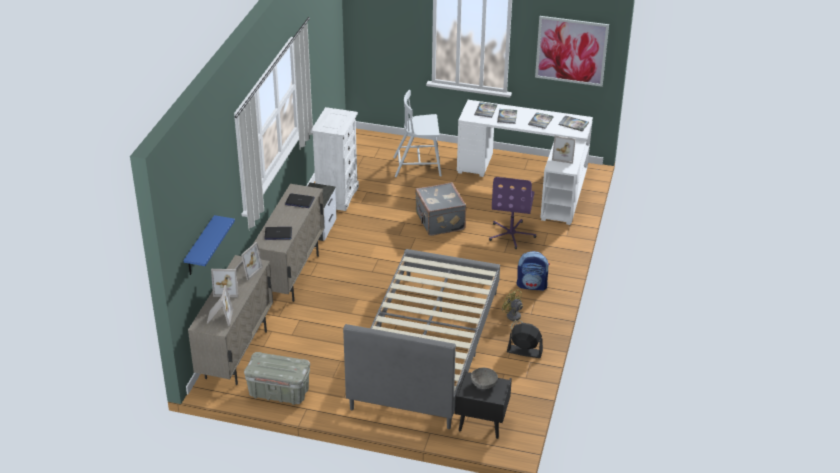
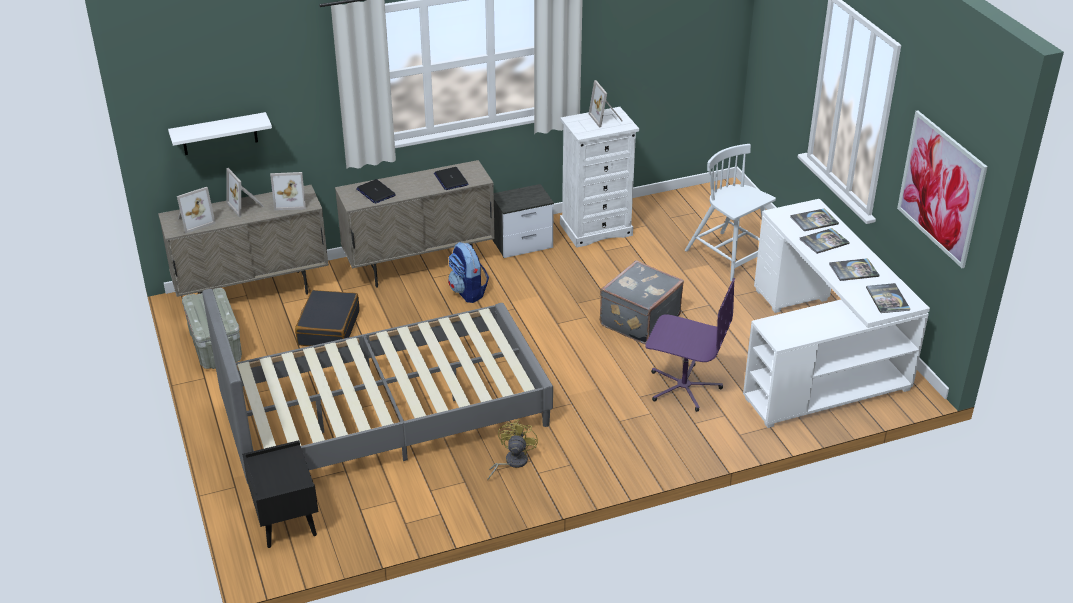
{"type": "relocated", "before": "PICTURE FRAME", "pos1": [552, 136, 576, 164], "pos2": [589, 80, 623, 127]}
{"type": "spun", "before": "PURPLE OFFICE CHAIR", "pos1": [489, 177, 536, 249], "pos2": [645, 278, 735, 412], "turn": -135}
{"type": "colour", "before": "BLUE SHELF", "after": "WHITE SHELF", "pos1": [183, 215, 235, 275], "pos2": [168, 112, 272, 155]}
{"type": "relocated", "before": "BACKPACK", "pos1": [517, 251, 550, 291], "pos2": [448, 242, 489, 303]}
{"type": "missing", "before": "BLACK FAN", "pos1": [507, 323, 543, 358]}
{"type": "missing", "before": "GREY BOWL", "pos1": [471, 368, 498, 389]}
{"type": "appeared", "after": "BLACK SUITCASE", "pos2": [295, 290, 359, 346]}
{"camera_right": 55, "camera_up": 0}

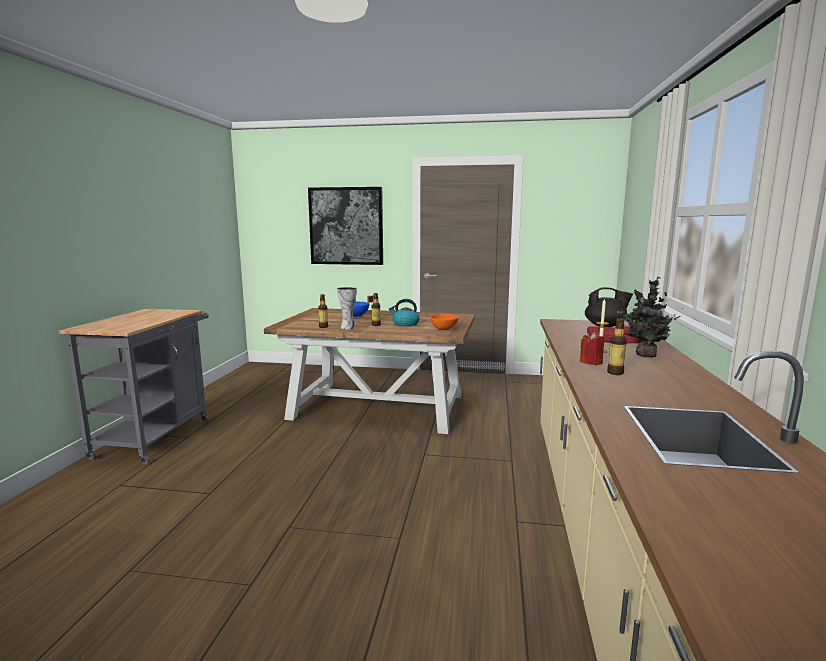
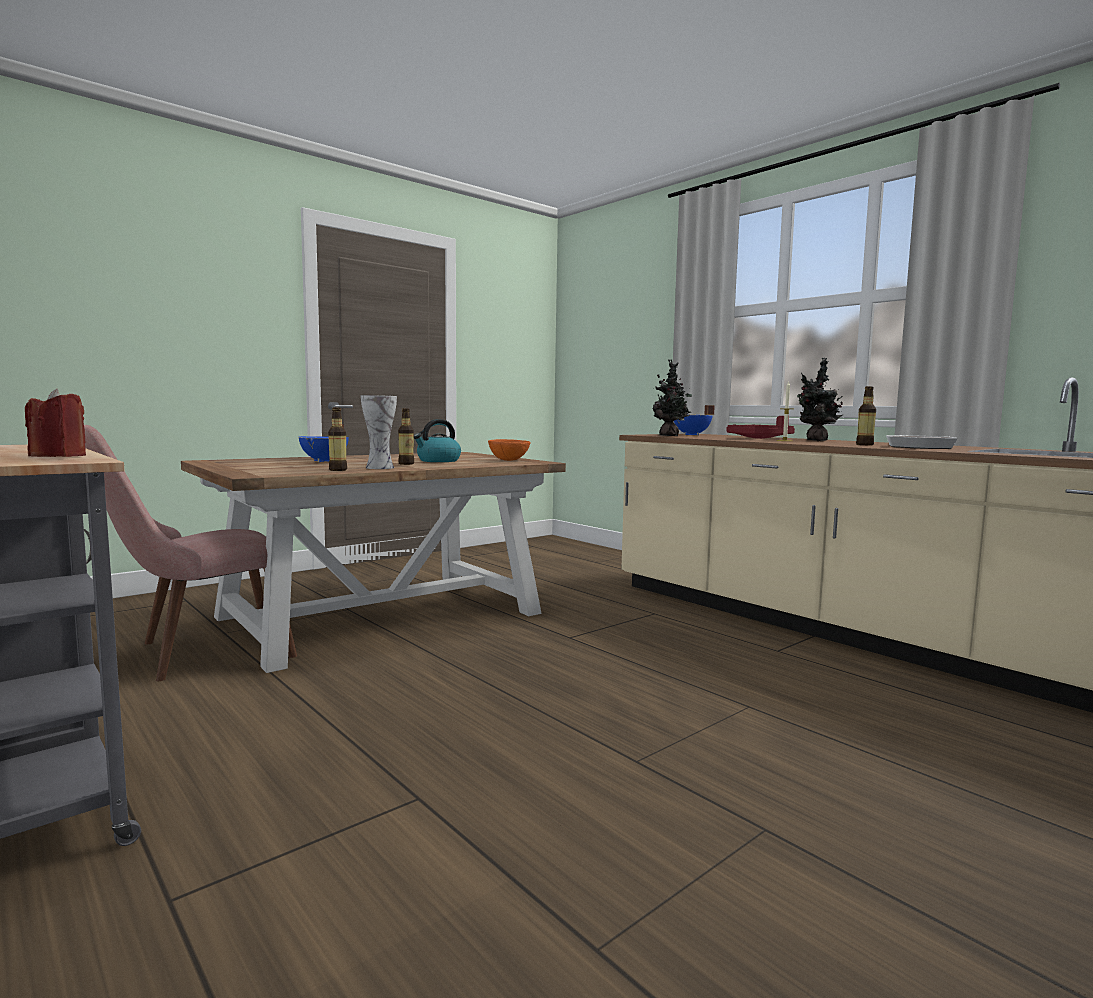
{"type": "missing", "before": "PICTURE", "pos1": [308, 187, 383, 265]}
{"type": "exchanged", "before": "BLACK TEAPOT", "after": "BLUE COOKING POT", "pos1": [585, 287, 633, 327], "pos2": [674, 405, 715, 435]}
{"type": "relocated", "before": "RED CANDLE", "pos1": [580, 332, 605, 365], "pos2": [25, 389, 86, 457]}
{"type": "appeared", "after": "POTTED PLANT", "pos2": [653, 360, 692, 436]}
{"type": "appeared", "after": "PINK CHAIR", "pos2": [84, 425, 297, 681]}
{"type": "appeared", "after": "FRYING PAN", "pos2": [886, 435, 957, 449]}
{"camera_right": -50, "camera_up": -5}

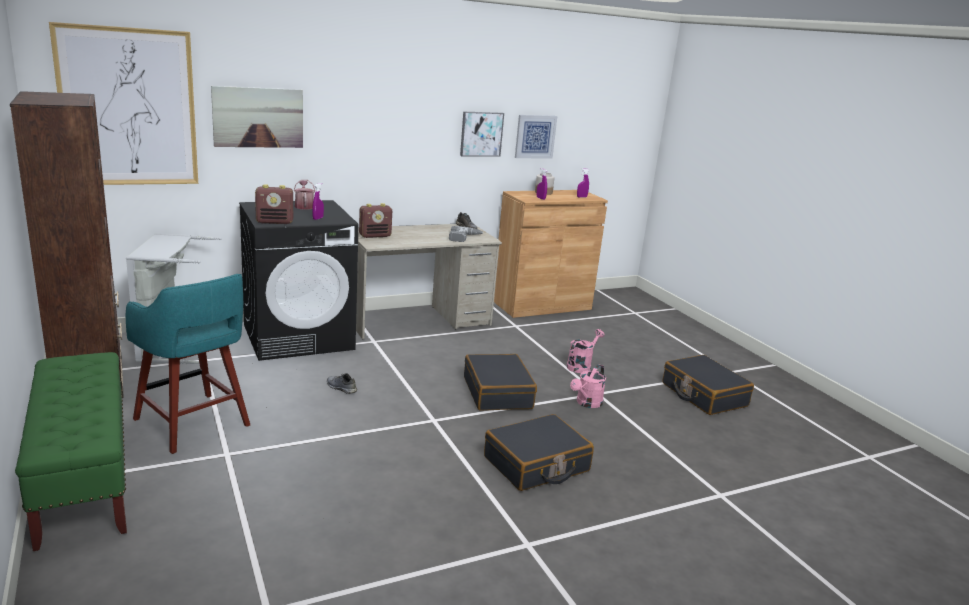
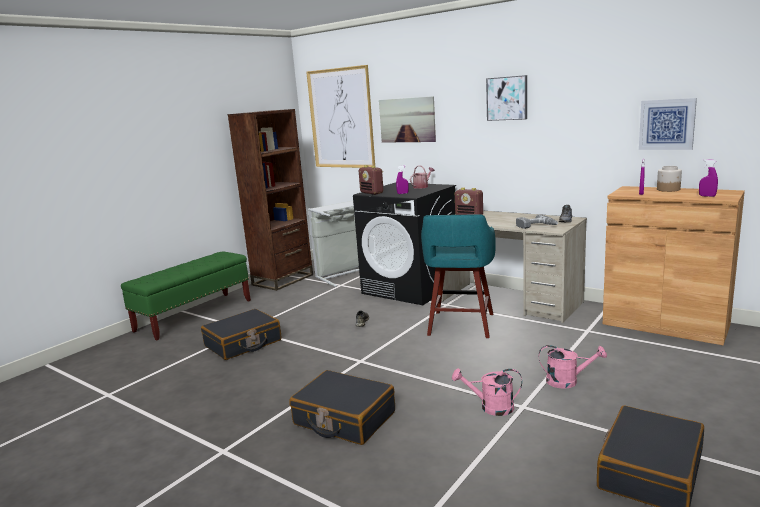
{"type": "relocated", "before": "PICTURE", "pos1": [460, 112, 504, 157], "pos2": [486, 75, 527, 121]}
{"type": "relocated", "before": "TURQUOISE STOOL", "pos1": [126, 274, 250, 454], "pos2": [421, 214, 496, 338]}
{"type": "relocated", "before": "BLACK SUITCASE", "pos1": [464, 354, 537, 410], "pos2": [201, 309, 282, 360]}
{"camera_right": 65, "camera_up": -5}

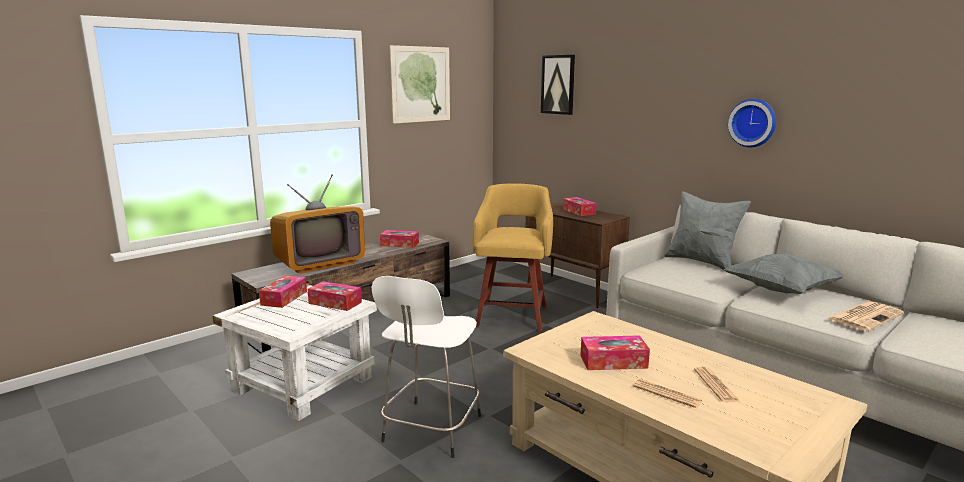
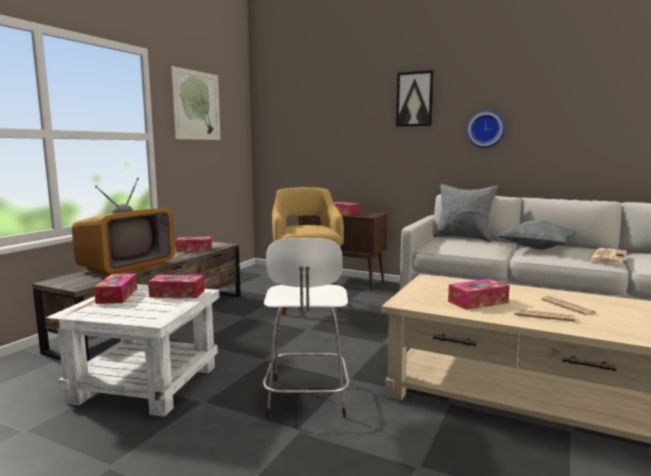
{"type": "relocated", "before": "PICTURE", "pos1": [541, 55, 575, 115], "pos2": [396, 70, 434, 127]}
{"camera_right": -20, "camera_up": -5}

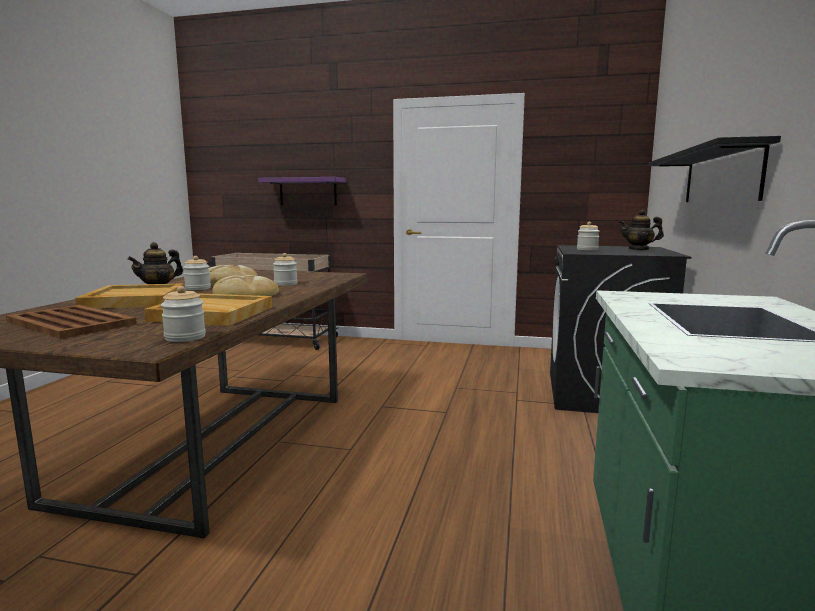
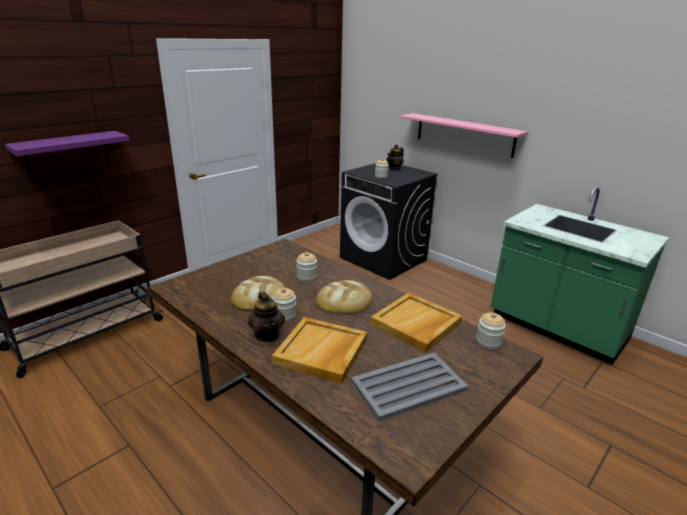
{"type": "colour", "before": "BLACK SHELF", "after": "PINK SHELF", "pos1": [648, 136, 781, 202], "pos2": [400, 113, 528, 158]}
{"type": "colour", "before": "BROWN TRAY", "after": "GREY TRAY", "pos1": [6, 305, 137, 339], "pos2": [351, 353, 468, 421]}
{"camera_right": -60, "camera_up": 15}

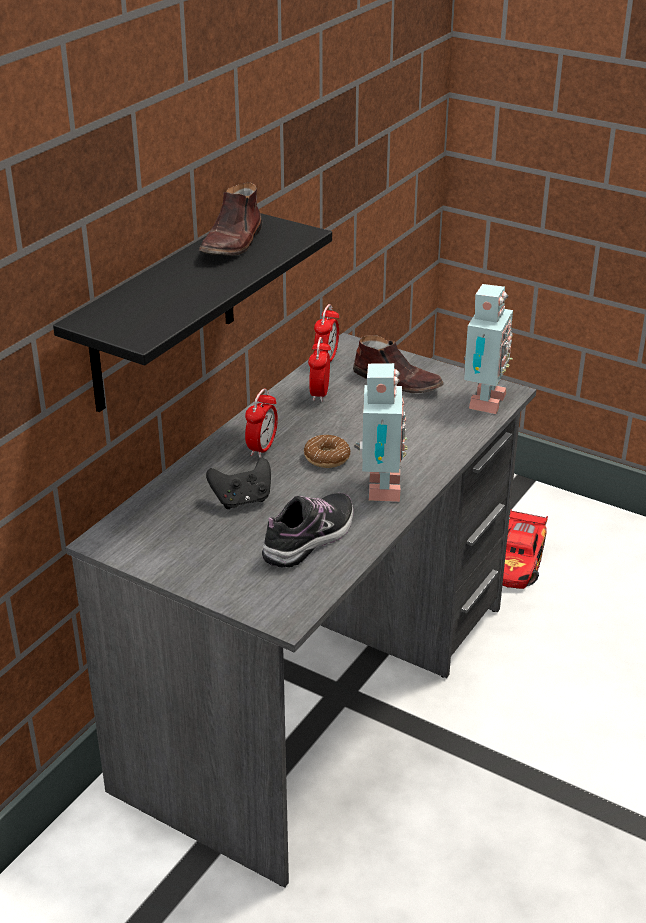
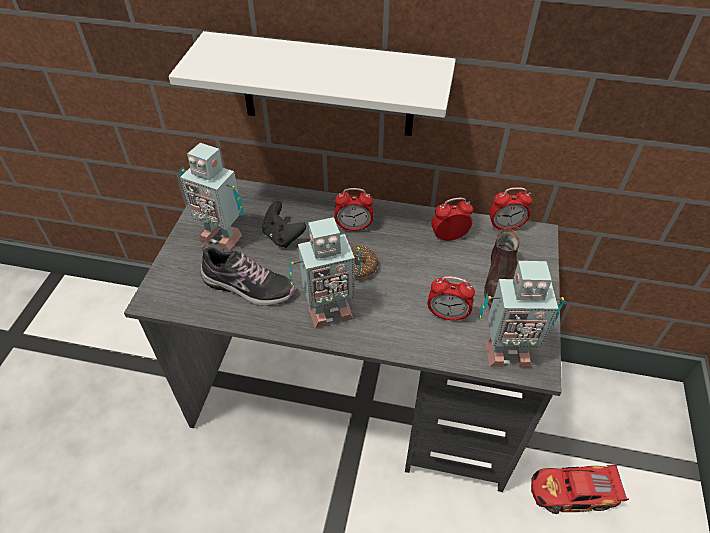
{"type": "missing", "before": "BROWN SHOE", "pos1": [198, 182, 262, 256]}
{"type": "colour", "before": "BLACK SHELF", "after": "WHITE SHELF", "pos1": [53, 213, 332, 412], "pos2": [169, 31, 456, 136]}
{"type": "appeared", "after": "TOY ROBOT", "pos2": [179, 143, 243, 251]}
{"type": "appeared", "after": "ALARM CLOCK", "pos2": [427, 276, 475, 321]}
{"camera_right": 70, "camera_up": 15}

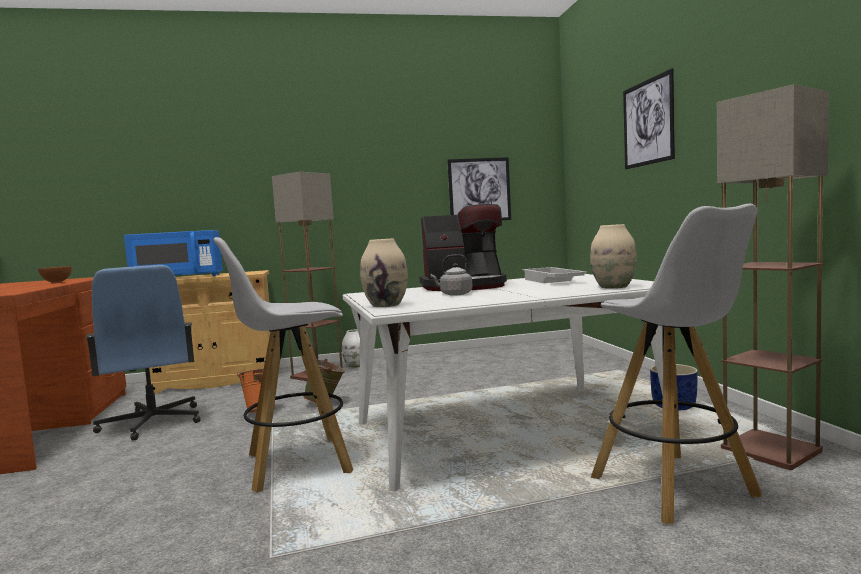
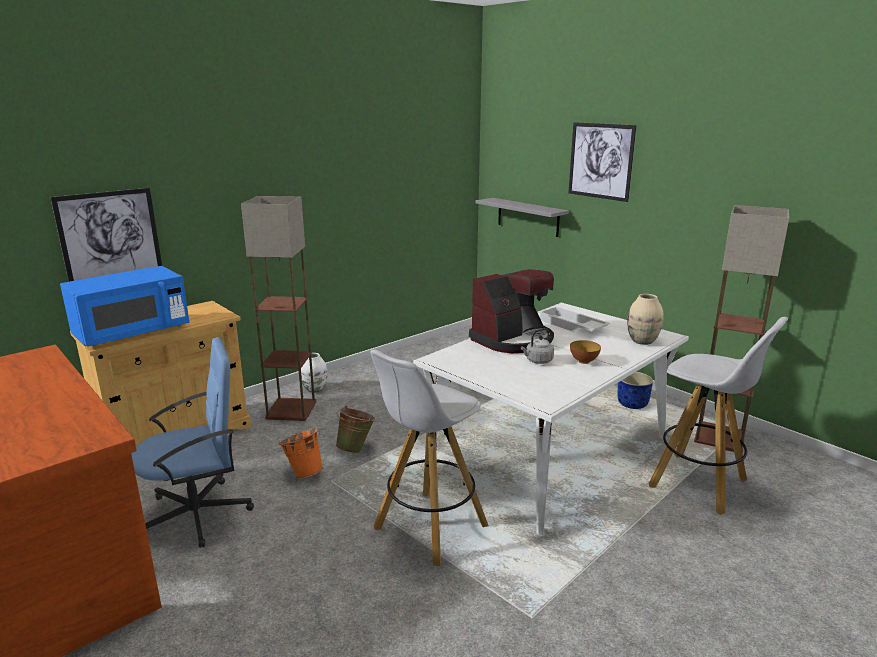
{"type": "relocated", "before": "PICTURE", "pos1": [447, 157, 511, 220], "pos2": [51, 188, 162, 282]}
{"type": "missing", "before": "BEIGE VASE", "pos1": [360, 239, 408, 307]}
{"type": "spun", "before": "BLUE OFFICE CHAIR", "pos1": [85, 265, 201, 440], "pos2": [131, 337, 254, 548], "turn": -60}
{"type": "relocated", "before": "BOWL", "pos1": [38, 266, 72, 284], "pos2": [570, 340, 601, 364]}
{"type": "appeared", "after": "GREY SHELF", "pos2": [476, 198, 569, 237]}
{"camera_right": -30, "camera_up": 15}

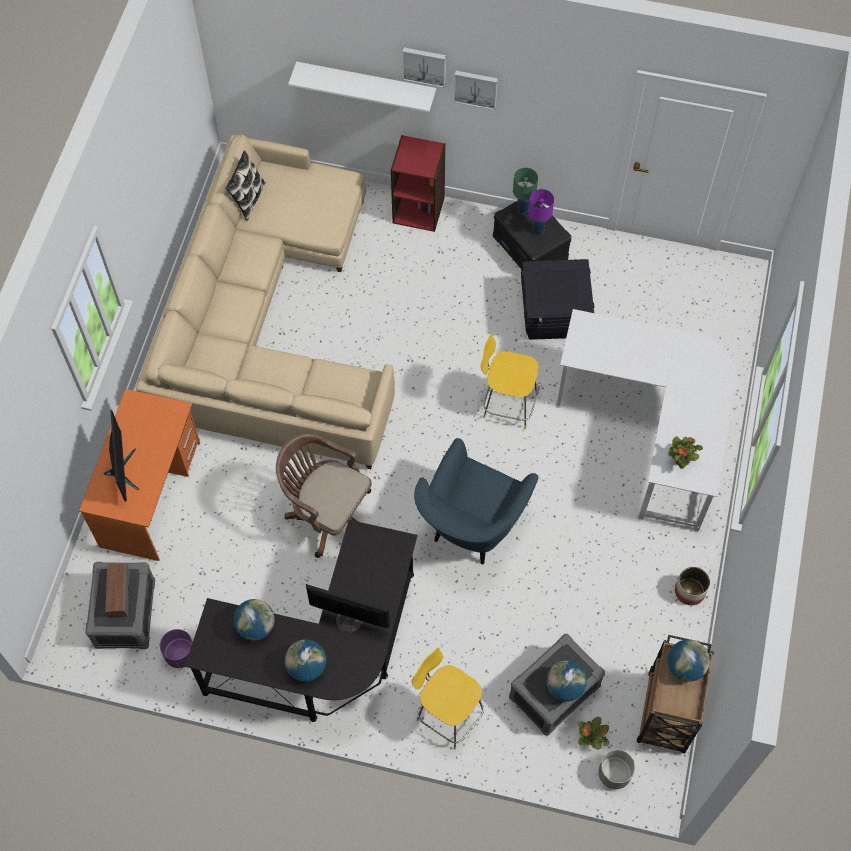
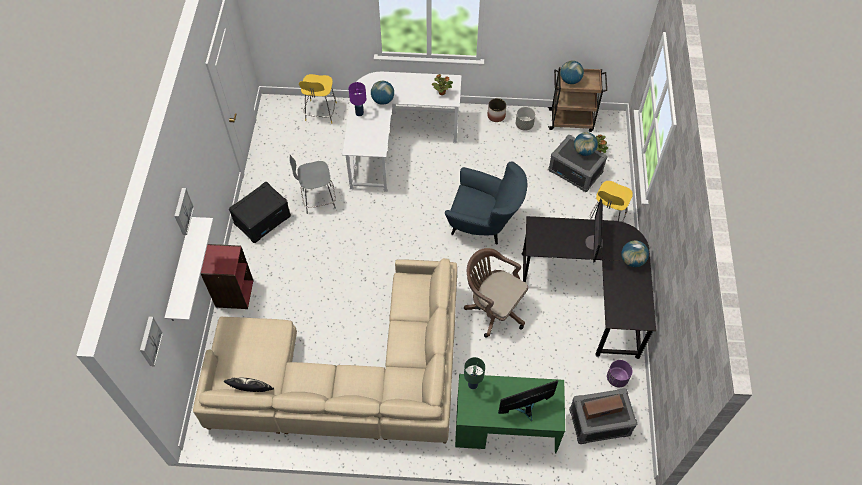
{"type": "relocated", "before": "PICTURE", "pos1": [454, 71, 498, 110], "pos2": [140, 317, 163, 366]}
{"type": "relocated", "before": "GREEN TABLE LAMP", "pos1": [513, 168, 538, 213], "pos2": [464, 357, 485, 389]}
{"type": "relocated", "before": "PURPLE TABLE LAMP", "pos1": [528, 189, 554, 235], "pos2": [349, 82, 366, 116]}
{"type": "exchanged", "before": "BLACK STORAGE BOX", "after": "GREY CHAIR", "pos1": [521, 259, 594, 340], "pos2": [290, 155, 336, 214]}
{"type": "relocated", "before": "YELLOW CHAIR", "pos1": [481, 333, 539, 429], "pos2": [299, 74, 337, 123]}
{"type": "colour", "before": "ORANGE DESK", "after": "GREEN DESK", "pos1": [79, 389, 200, 561], "pos2": [455, 374, 565, 453]}
{"type": "spun", "before": "BROWN OFFICE CHAIR", "pos1": [276, 433, 372, 558], "pos2": [464, 248, 528, 338], "turn": 105}
{"type": "relocated", "before": "GLOBE", "pos1": [233, 599, 275, 641], "pos2": [371, 81, 394, 105]}
{"type": "relocated", "before": "GREY PLANTER", "pos1": [598, 750, 635, 789], "pos2": [516, 107, 535, 131]}
{"camera_right": -100, "camera_up": -5}

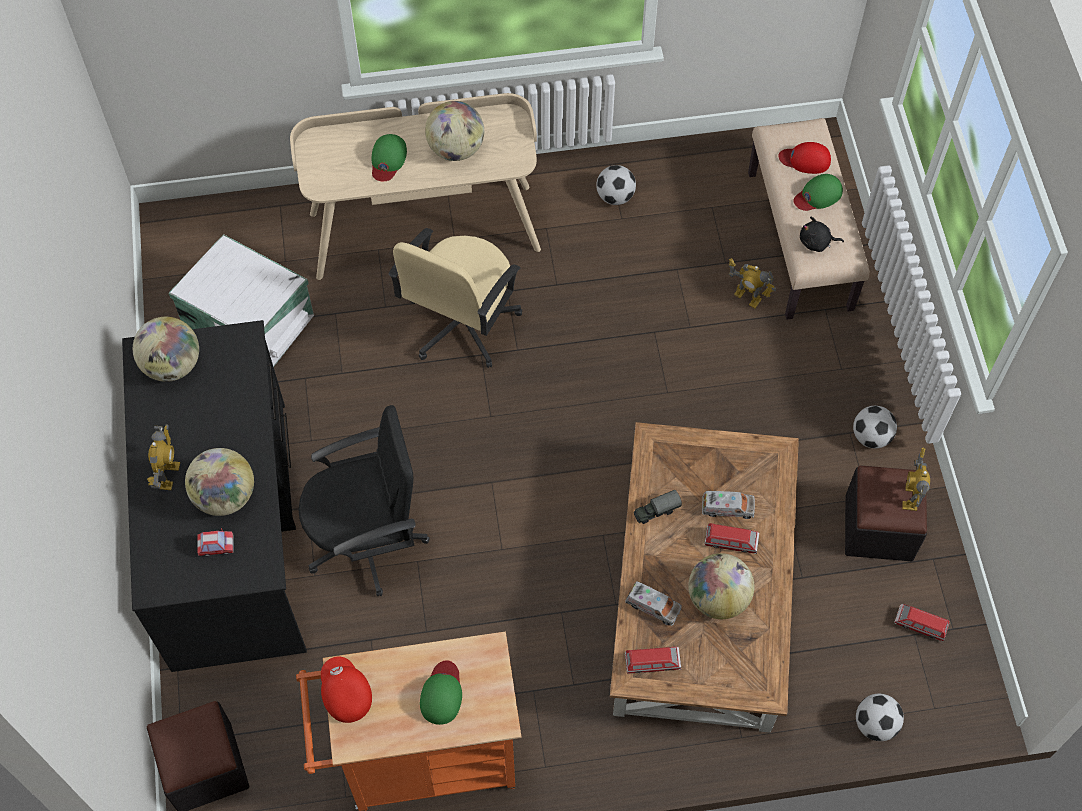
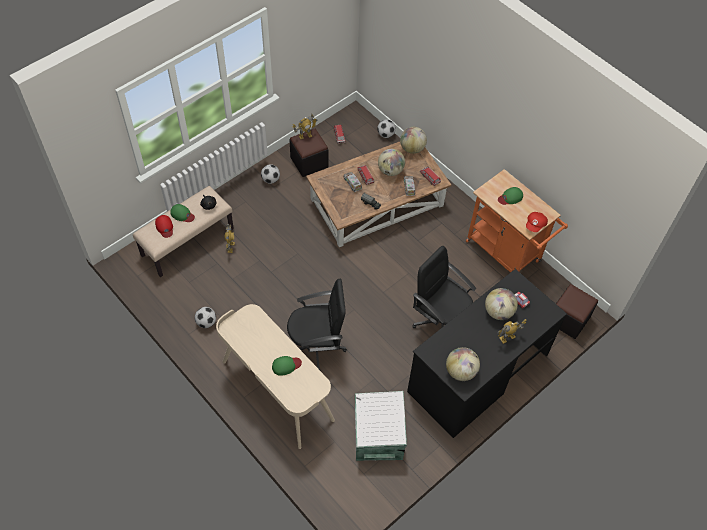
{"type": "relocated", "before": "GLOBE", "pos1": [425, 101, 484, 161], "pos2": [400, 127, 427, 154]}
{"type": "colour", "before": "BEIGE OFFICE CHAIR", "after": "BLACK OFFICE CHAIR", "pos1": [389, 228, 522, 368], "pos2": [287, 279, 347, 371]}
{"camera_right": -125, "camera_up": -5}

